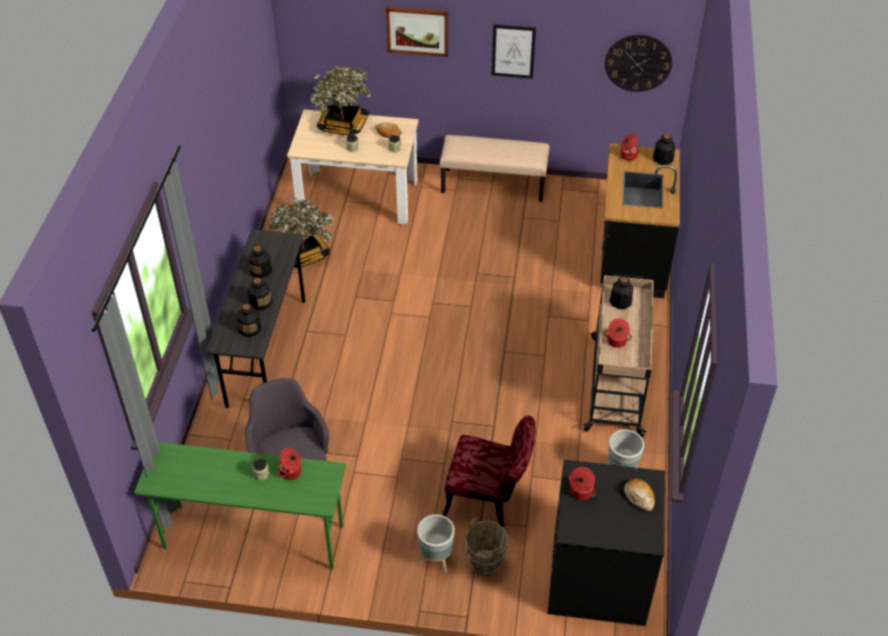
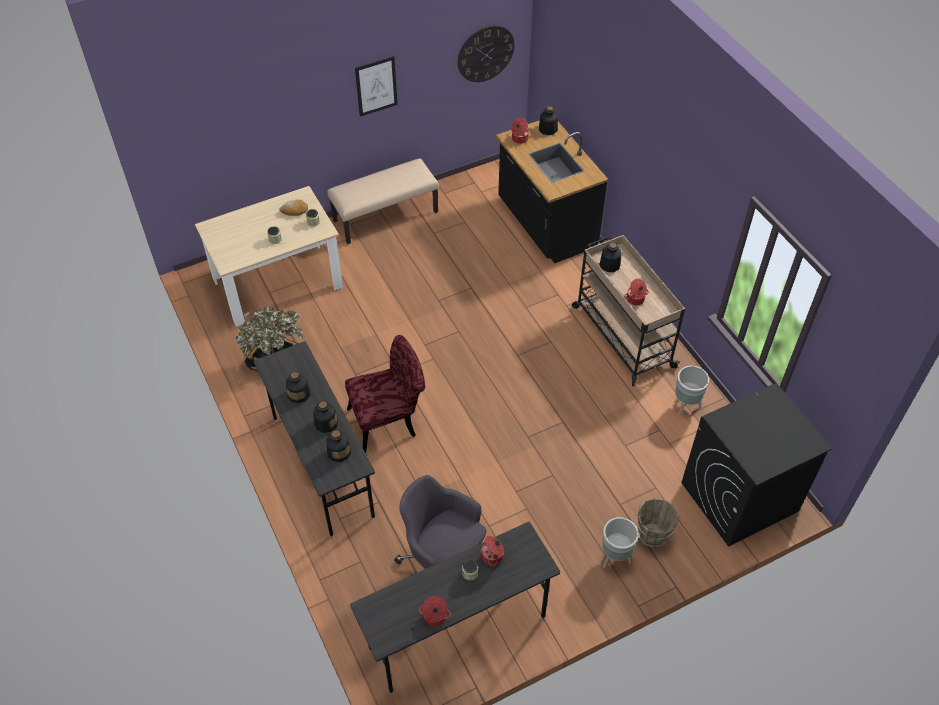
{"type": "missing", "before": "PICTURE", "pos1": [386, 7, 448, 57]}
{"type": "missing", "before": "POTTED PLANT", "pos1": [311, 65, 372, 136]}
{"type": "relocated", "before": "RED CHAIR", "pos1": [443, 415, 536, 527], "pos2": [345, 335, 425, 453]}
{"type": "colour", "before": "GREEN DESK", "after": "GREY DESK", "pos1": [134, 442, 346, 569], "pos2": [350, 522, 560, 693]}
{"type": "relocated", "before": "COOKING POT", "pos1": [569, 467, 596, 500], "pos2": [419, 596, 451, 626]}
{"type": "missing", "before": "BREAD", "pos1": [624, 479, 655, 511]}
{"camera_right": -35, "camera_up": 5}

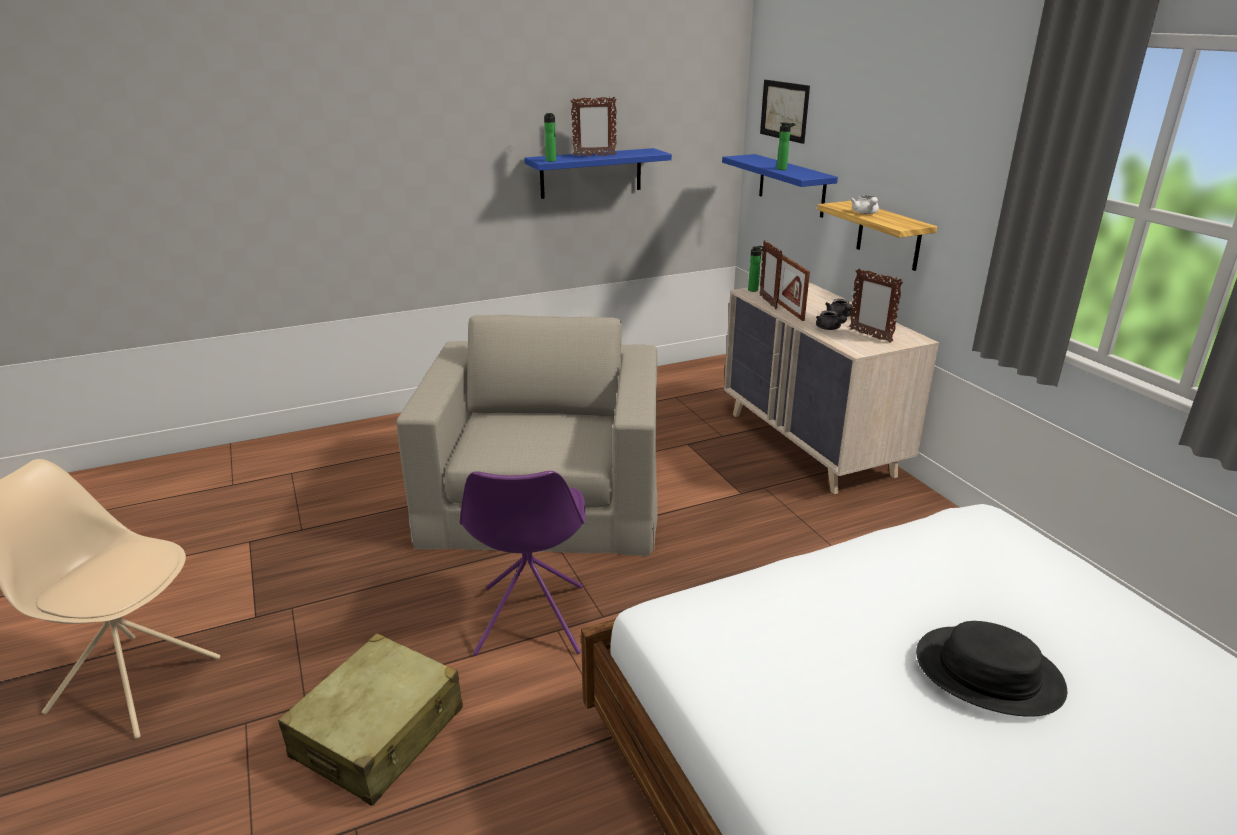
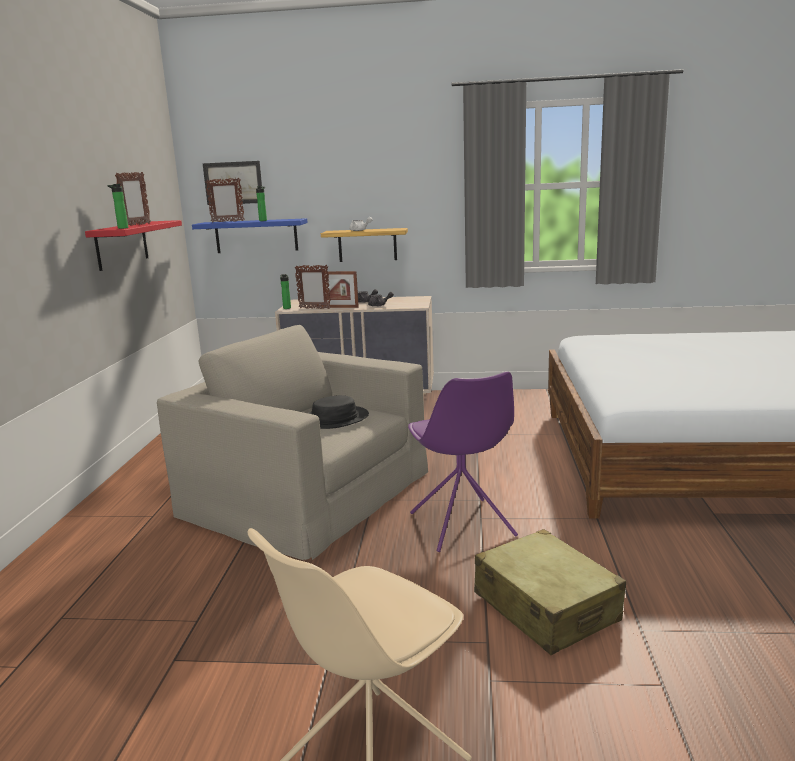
{"type": "colour", "before": "BLUE SHELF", "after": "RED SHELF", "pos1": [524, 148, 672, 199], "pos2": [85, 220, 182, 271]}
{"type": "relocated", "before": "PICTURE FRAME", "pos1": [849, 268, 903, 343], "pos2": [205, 178, 245, 222]}
{"type": "spun", "before": "PURPLE CHAIR", "pos1": [460, 471, 585, 656], "pos2": [408, 371, 518, 552], "turn": 45}
{"type": "relocated", "before": "BLACK HAT", "pos1": [916, 621, 1067, 717], "pos2": [308, 395, 369, 429]}
{"camera_right": -60, "camera_up": -10}

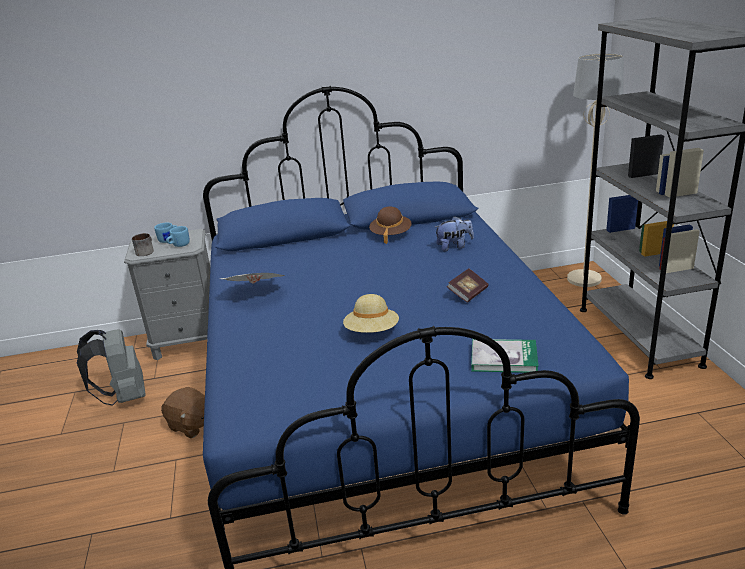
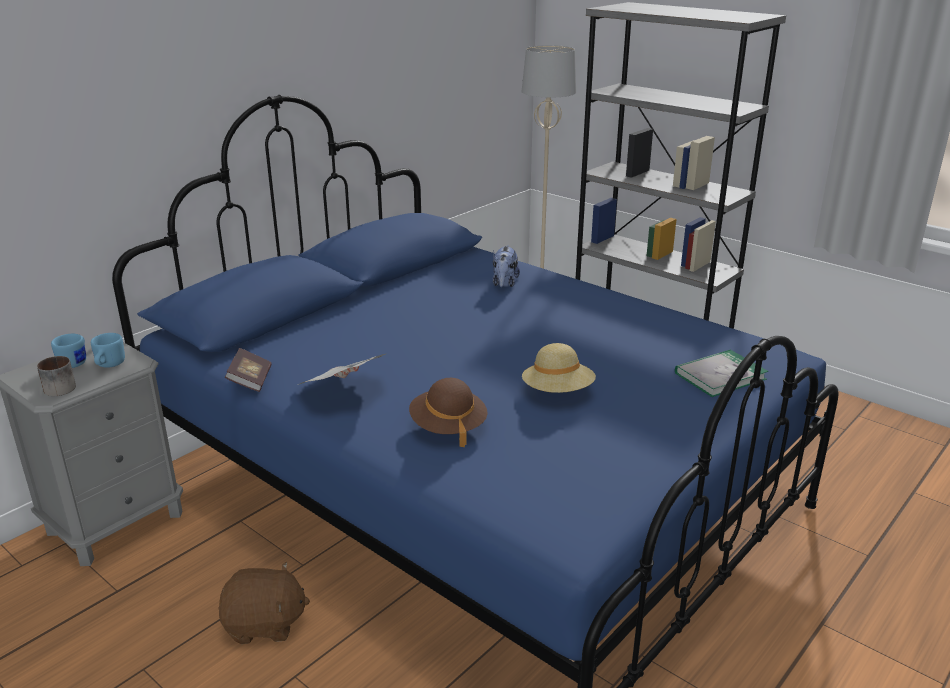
{"type": "relocated", "before": "BROWN HAT", "pos1": [369, 206, 412, 244], "pos2": [409, 378, 488, 447]}
{"type": "spun", "before": "PLUSH TOY", "pos1": [435, 216, 474, 251], "pos2": [493, 245, 520, 287], "turn": 150}
{"type": "relocated", "before": "BOOK", "pos1": [447, 269, 488, 303], "pos2": [225, 348, 272, 392]}
{"type": "missing", "before": "GREY BACKPACK", "pos1": [77, 329, 146, 406]}
{"camera_right": -40, "camera_up": 0}

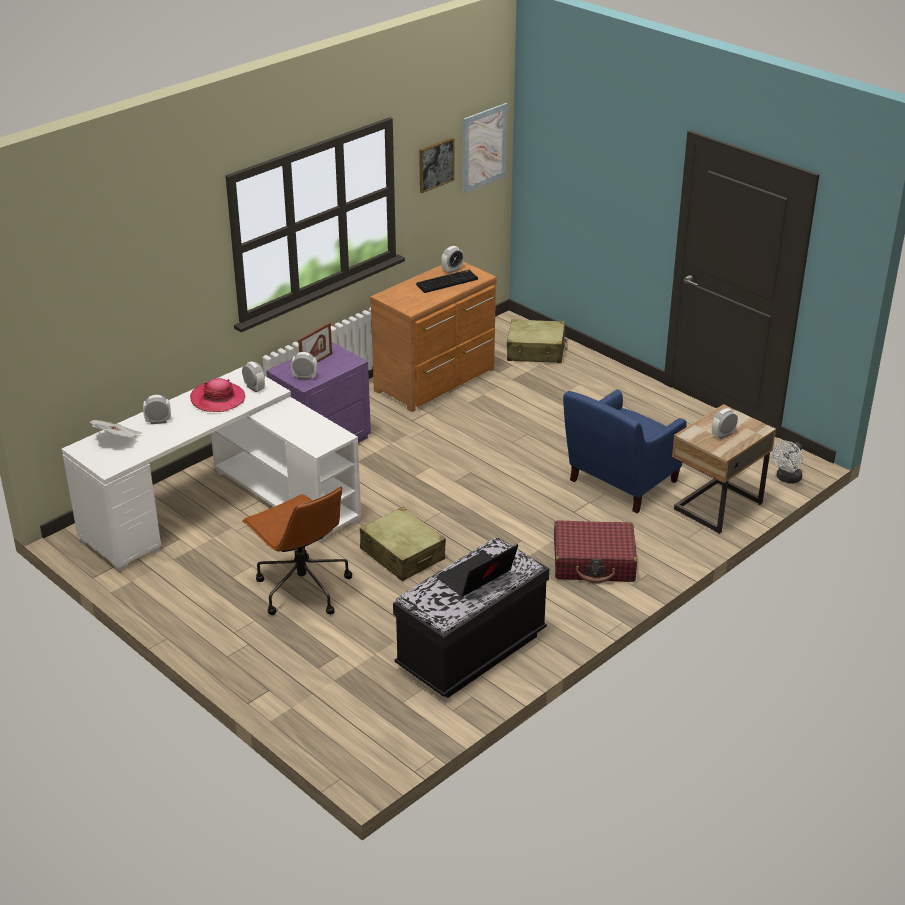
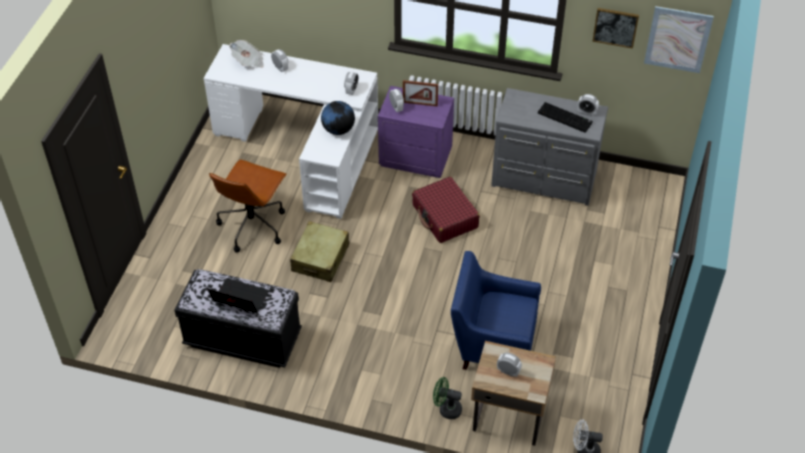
{"type": "colour", "before": "BROWN DRESSER", "after": "GREY DRESSER", "pos1": [370, 262, 497, 412], "pos2": [491, 88, 608, 206]}
{"type": "missing", "before": "BEIGE SUITCASE", "pos1": [507, 319, 568, 363]}
{"type": "missing", "before": "HAT", "pos1": [190, 378, 245, 412]}
{"type": "relocated", "before": "RED SUITCASE", "pos1": [554, 520, 637, 584], "pos2": [412, 177, 480, 243]}
{"type": "appeared", "after": "GLOBE", "pos2": [321, 101, 355, 135]}
{"type": "appeared", "after": "GREEN FAN", "pos2": [433, 377, 462, 419]}
{"camera_right": 60, "camera_up": 15}

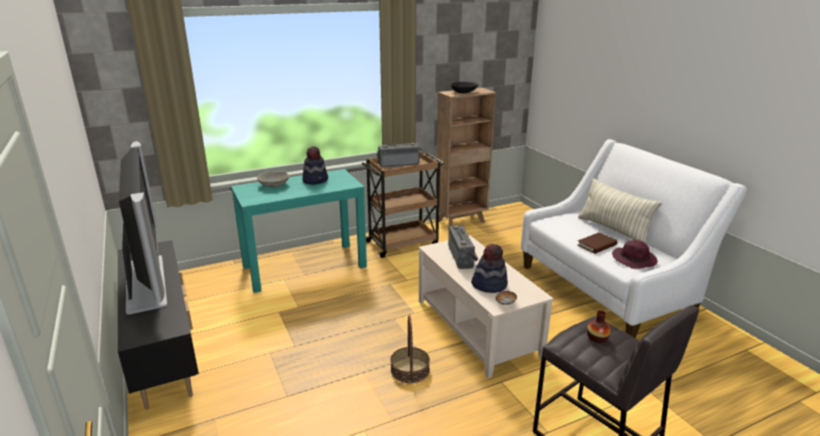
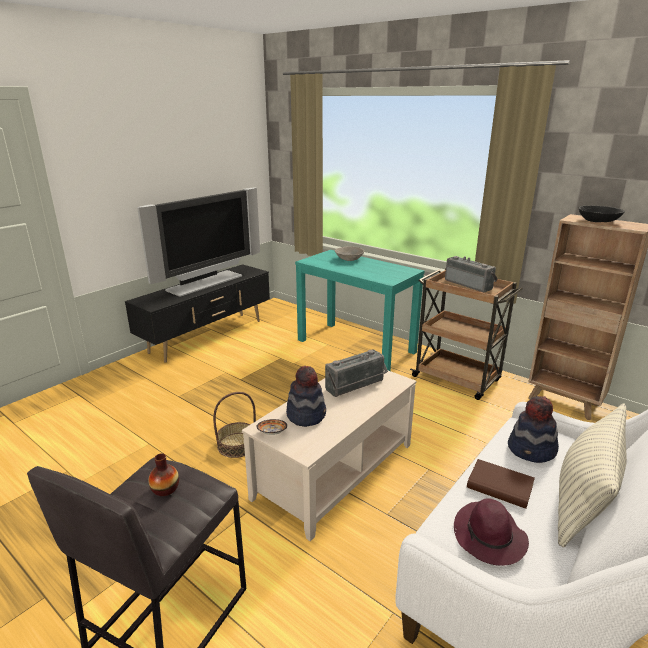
{"type": "relocated", "before": "HAT", "pos1": [302, 146, 328, 185], "pos2": [508, 396, 559, 463]}
{"camera_right": 65, "camera_up": 0}

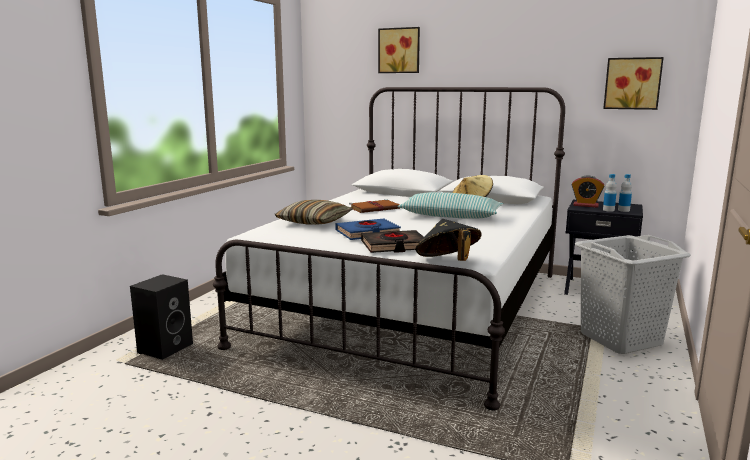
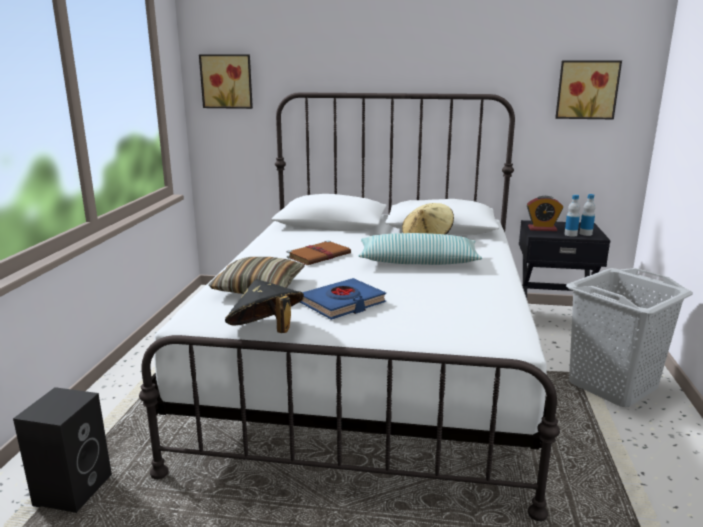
{"type": "relocated", "before": "PICTURE", "pos1": [378, 27, 420, 73], "pos2": [199, 54, 253, 109]}
{"type": "relocated", "before": "BLACK HAT", "pos1": [416, 219, 482, 261], "pos2": [225, 279, 304, 333]}
{"type": "missing", "before": "BLACK BOOK", "pos1": [361, 230, 424, 253]}
{"camera_right": -15, "camera_up": 5}

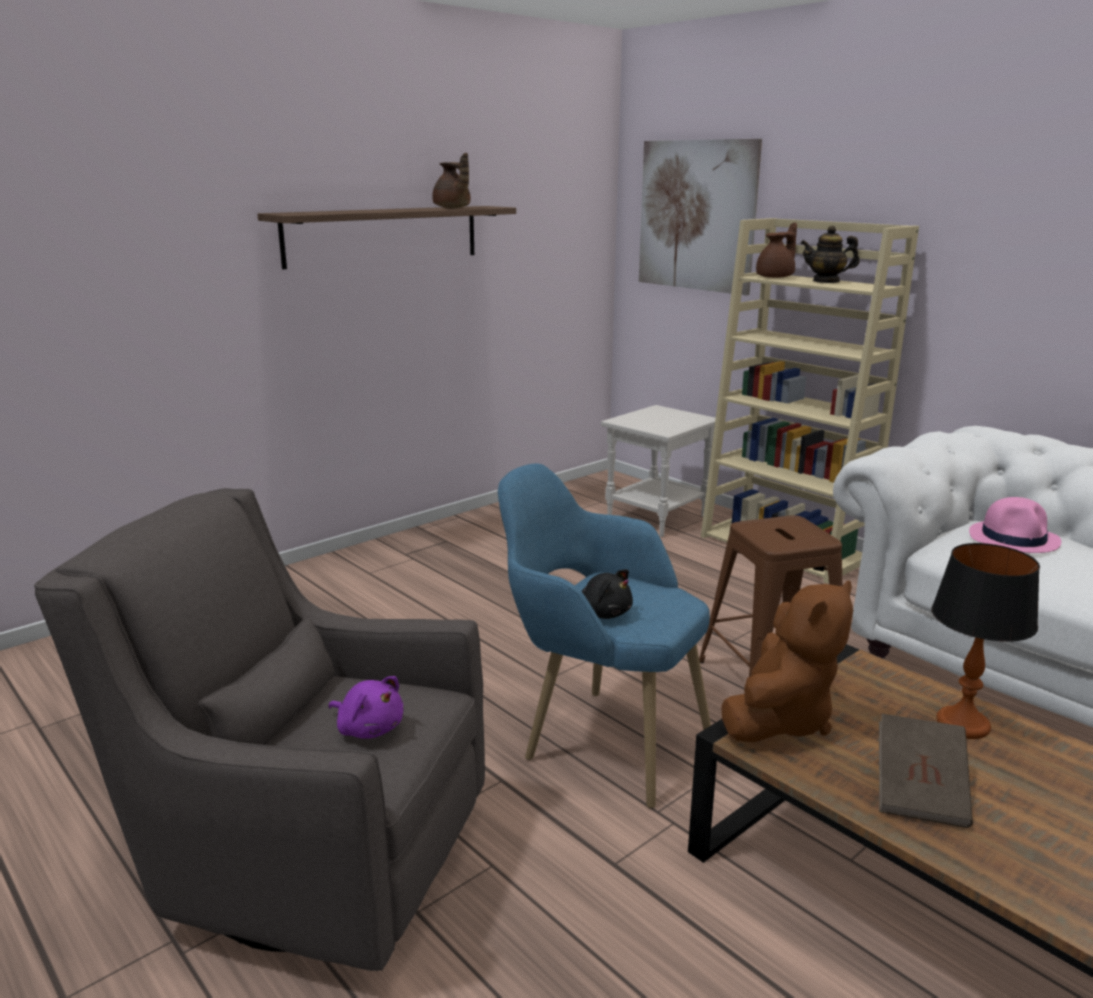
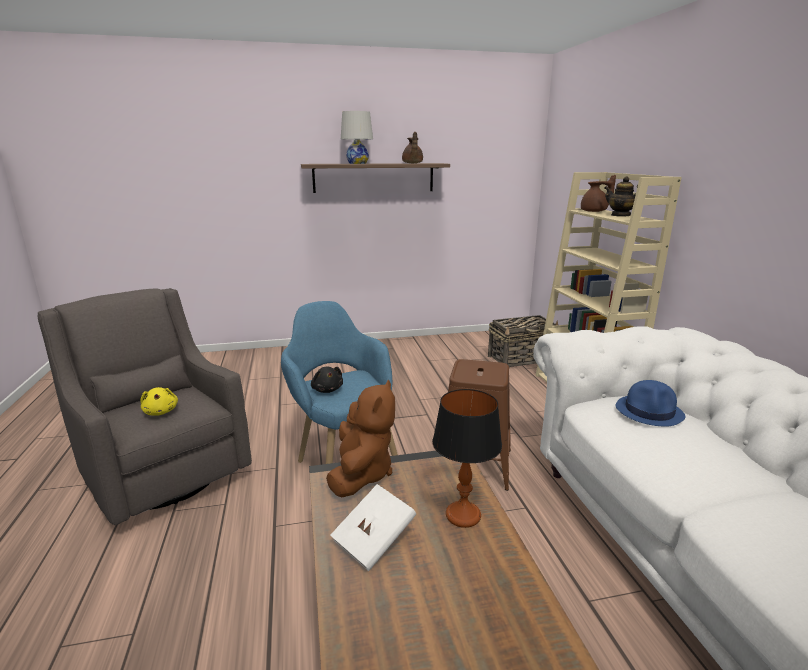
{"type": "missing", "before": "PICTURE", "pos1": [639, 139, 762, 295]}
{"type": "exchanged", "before": "WHITE SIDE TABLE", "after": "BASKET", "pos1": [601, 405, 716, 537], "pos2": [488, 315, 558, 367]}
{"type": "colour", "before": "PINK HAT", "after": "BLUE HAT", "pos1": [969, 497, 1061, 553], "pos2": [616, 380, 686, 427]}
{"type": "spun", "before": "BROWN PLUSH TOY", "pos1": [721, 580, 853, 742], "pos2": [326, 380, 395, 498], "turn": -60}
{"type": "colour", "before": "PURPLE PLUSH TOY", "after": "YELLOW PLUSH TOY", "pos1": [329, 676, 404, 739], "pos2": [140, 387, 178, 416]}
{"type": "colour", "before": "BROWN BOOK", "after": "WHITE BOOK", "pos1": [879, 714, 973, 828], "pos2": [330, 484, 416, 571]}
{"type": "appeared", "after": "WHITE TABLE LAMP", "pos2": [341, 111, 373, 164]}
{"camera_right": 30, "camera_up": 0}

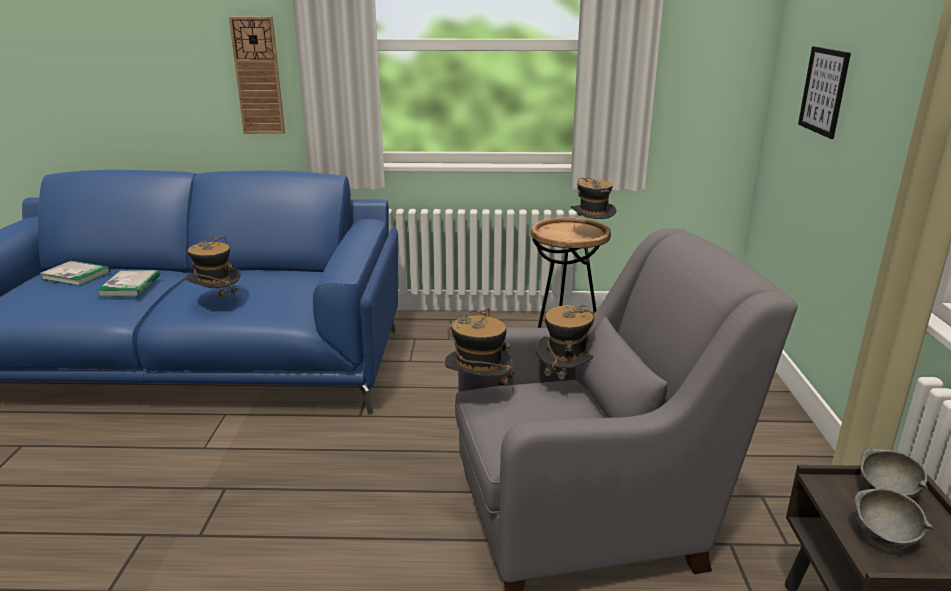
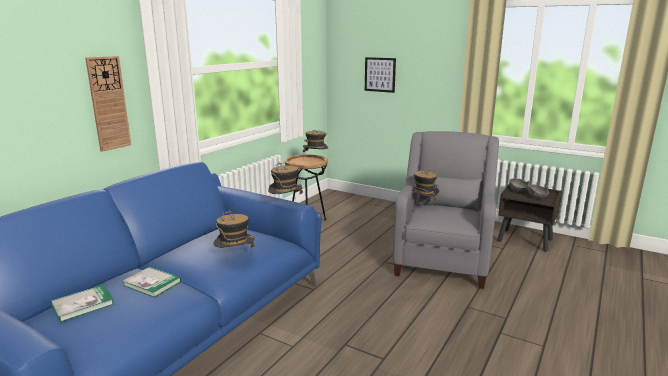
{"type": "relocated", "before": "HAT", "pos1": [445, 308, 514, 392], "pos2": [268, 162, 303, 195]}
{"camera_right": -60, "camera_up": -5}

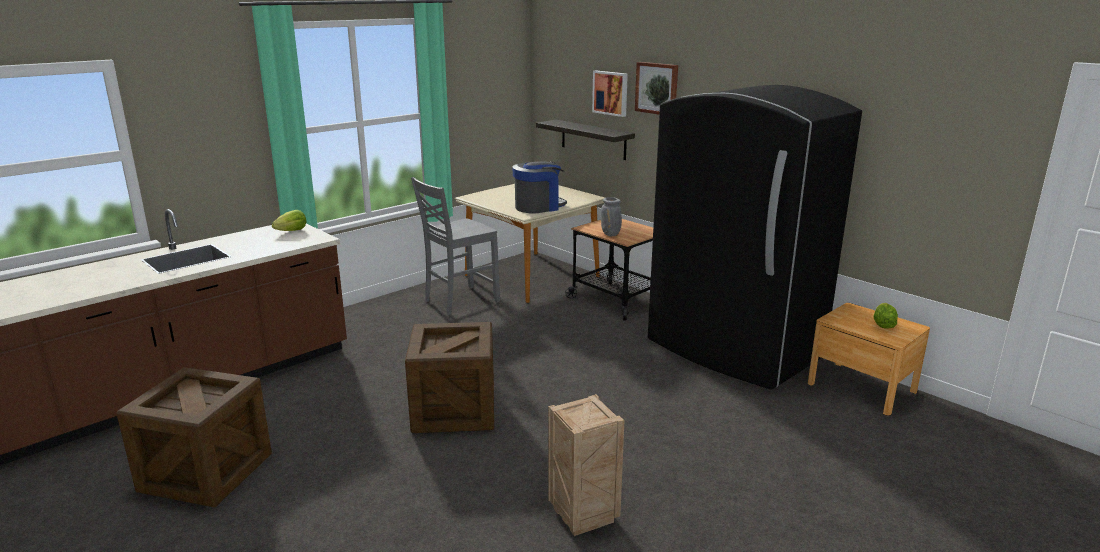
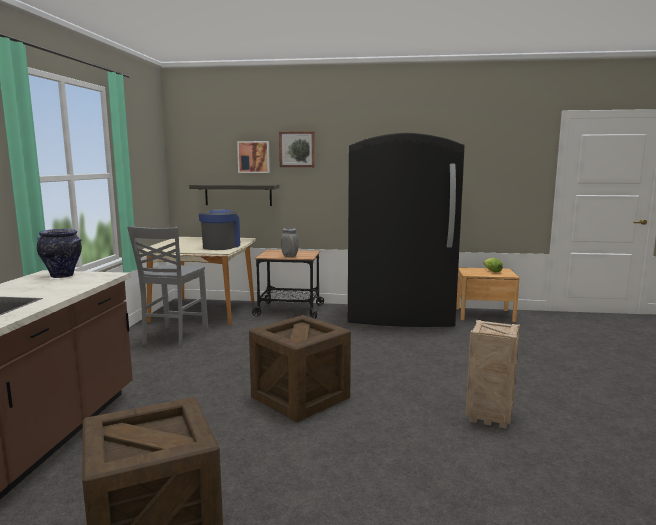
{"type": "exchanged", "before": "LETTUCE", "after": "VASE", "pos1": [272, 210, 306, 231], "pos2": [37, 229, 82, 278]}
{"camera_right": -40, "camera_up": -10}

